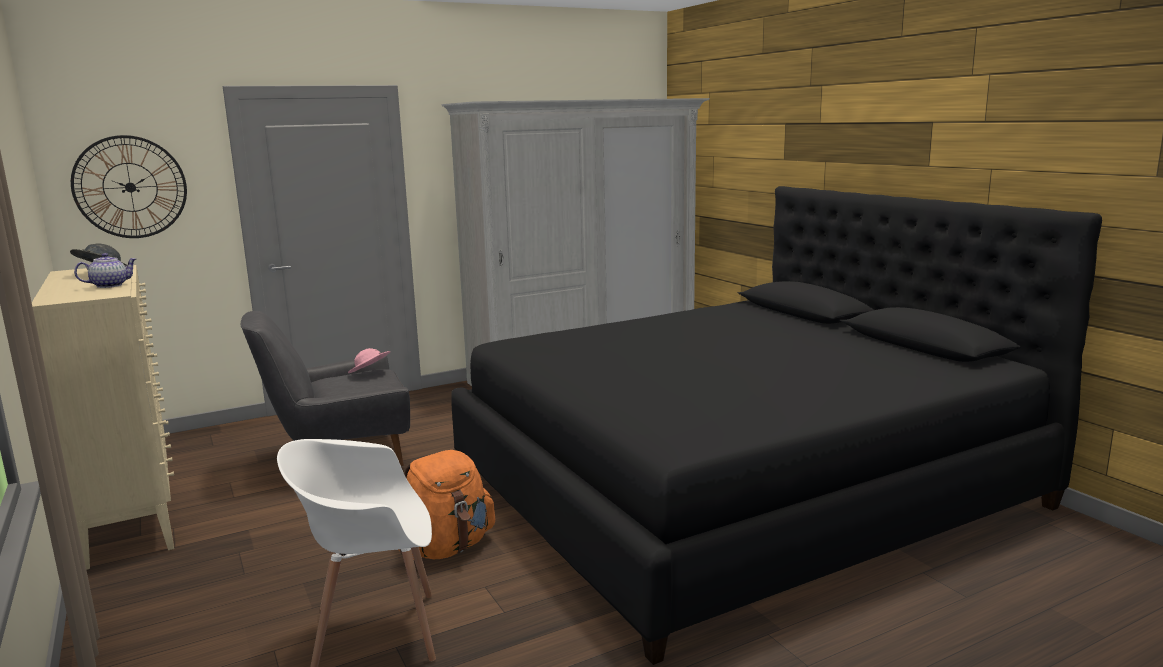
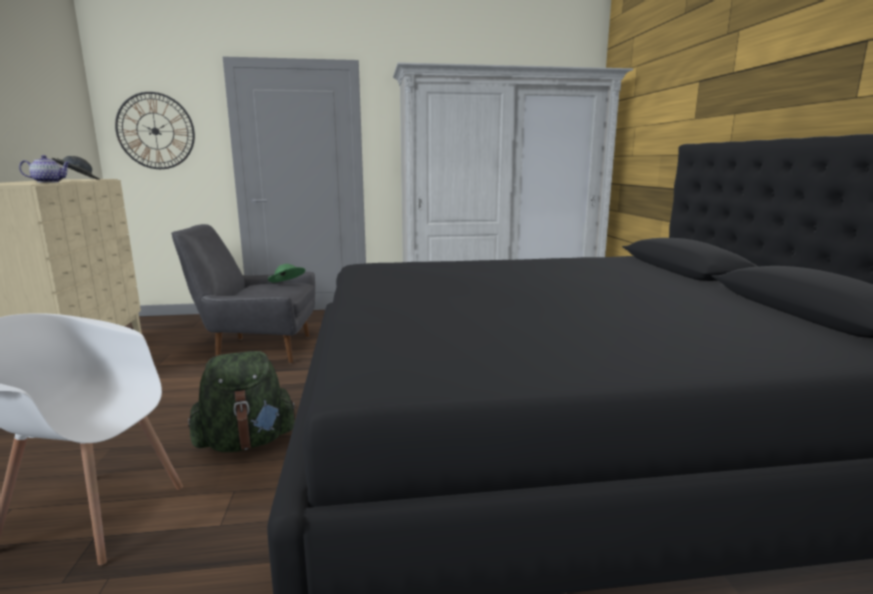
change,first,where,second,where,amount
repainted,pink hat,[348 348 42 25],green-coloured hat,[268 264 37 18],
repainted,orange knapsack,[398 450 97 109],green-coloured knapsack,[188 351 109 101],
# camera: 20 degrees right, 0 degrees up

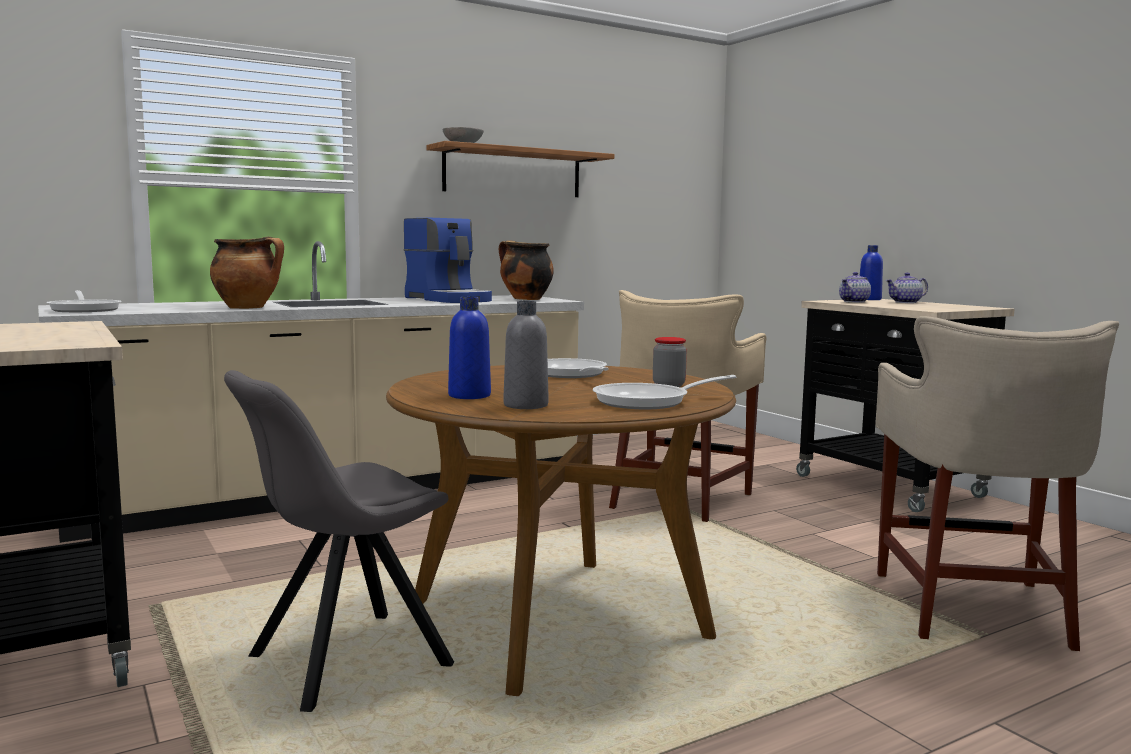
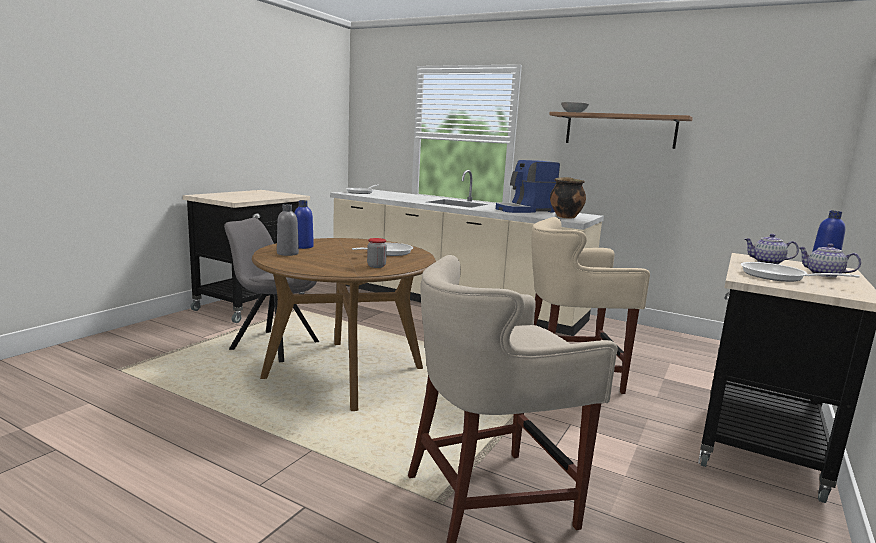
change,first,where,second,where,amount
gone,saucepot,[210 237 74 72],,,
shifted,skillet,[593 375 143 34],,[740 262 120 20],
rotated,coffee maker,[404 218 88 85],,[496 160 64 53],45 degrees clockwise
# camera: 60 degrees right, 5 degrees up

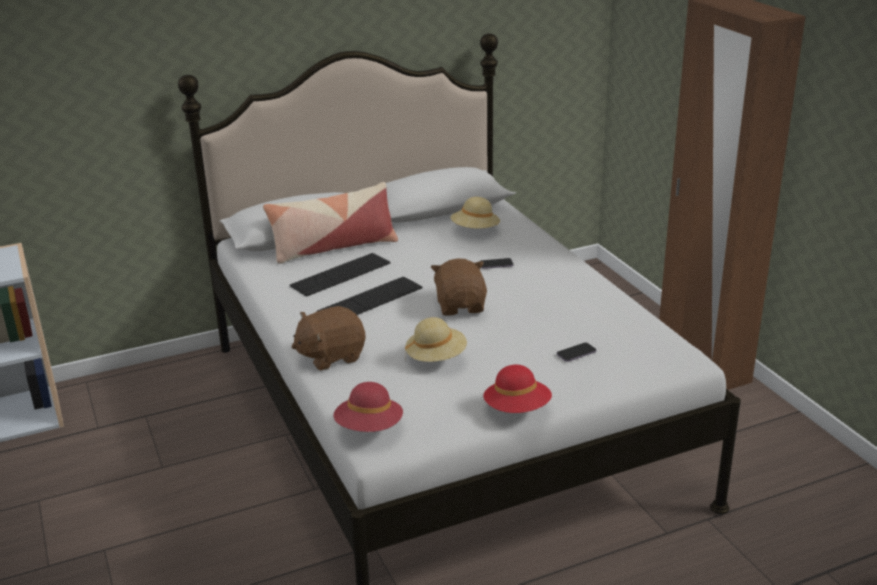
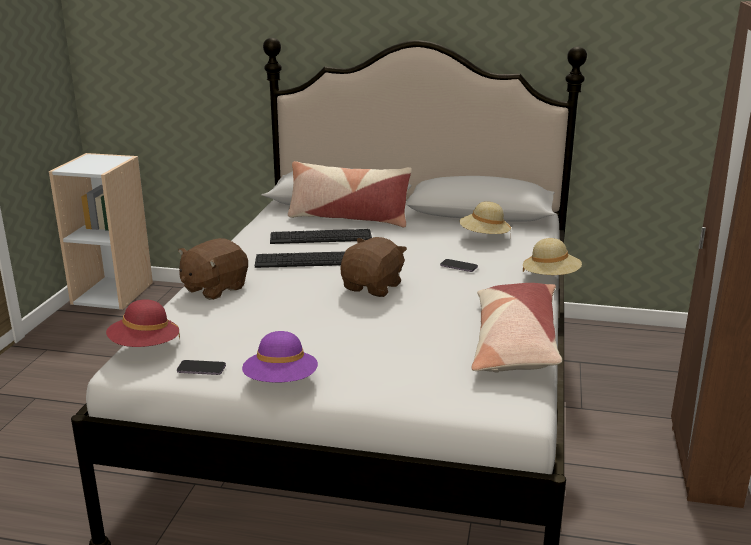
change,first,where,second,where,amount
new,,,pillow,[471 283 91 90],
shifted,beige-coloured hat,[405 317 62 45],,[523 238 59 37],
shifted,telephone,[557 342 39 20],,[177 360 49 15],
repainted,red hat,[483 365 69 48],purplish hat,[242 331 76 51],
rotated,brownish soft toy,[292 306 74 65],,[178 238 70 62],60 degrees counterclockwise
# camera: 35 degrees right, 5 degrees down

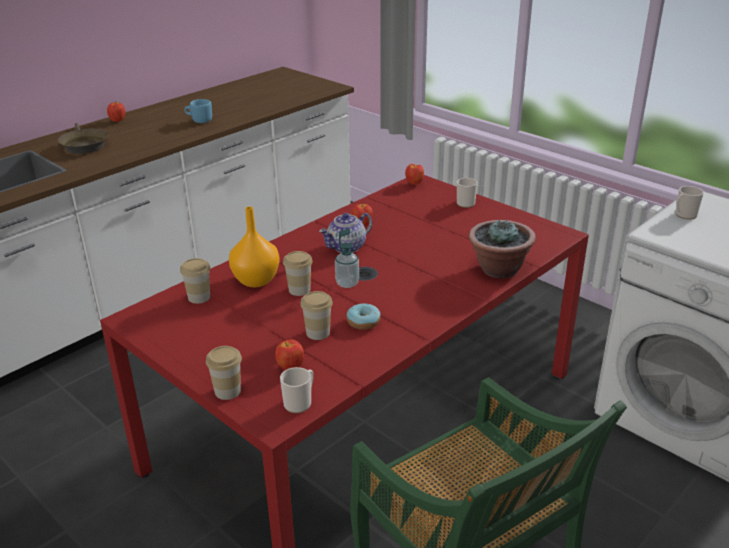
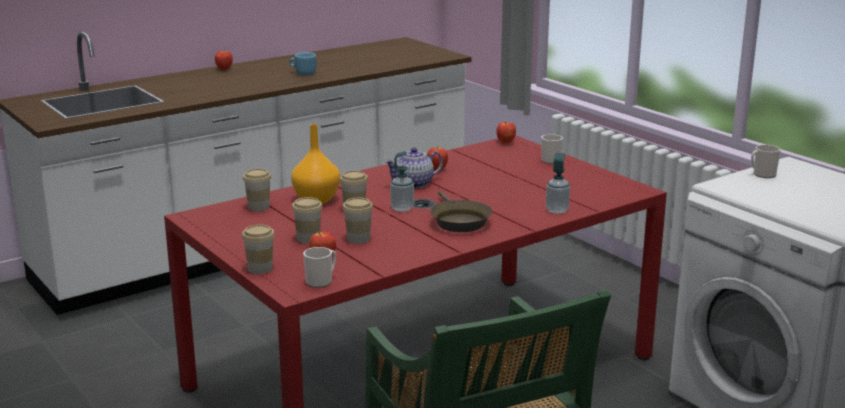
change,first,where,second,where,amount
gone,ring doughnut,[346 303 35 27],,,
new,,,cup,[292 197 30 47],
shifted,brownish skillet,[58 123 50 31],,[430 191 63 41],
swapped,plant in a pot,[469 219 67 60],soap dispenser,[546 153 24 61],
# camera: 10 degrees right, 10 degrees down

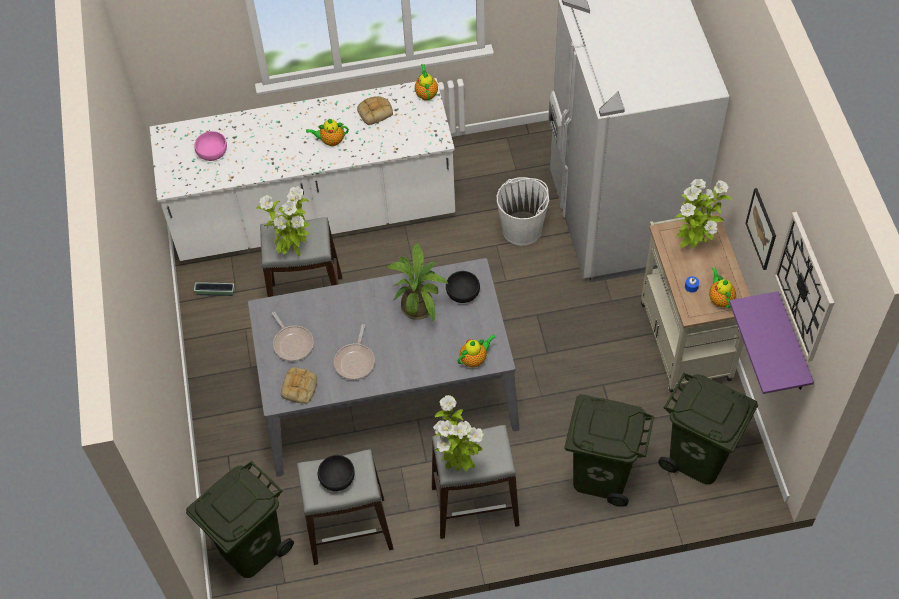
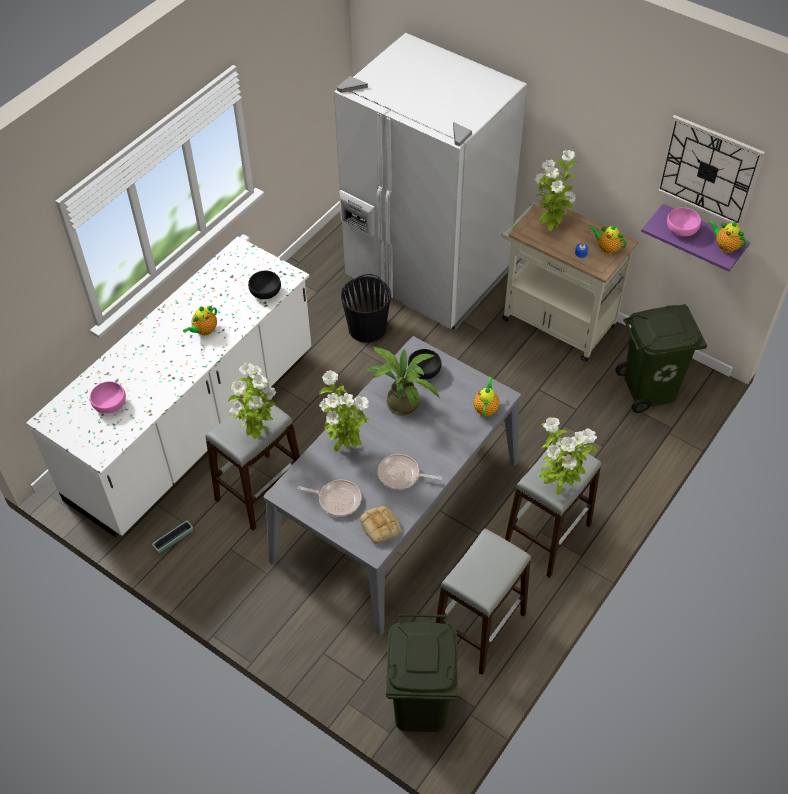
change,first,where,second,where,amount
gone,bread,[357 96 36 29],,,
gone,green-coloured trash can,[564 394 90 113],,,
gone,wall picture,[745 188 31 82],,,
new,,,plant in a pot,[319 370 50 82],
new,,,pink bowl,[667 207 34 29],
shifted,black bowl,[318 455 37 36],,[248 271 33 28],
shifted,pot for tea,[415 64 23 37],,[708 220 39 33],
repainted,whitish bucket,[497 177 52 69],black bucket,[341 274 50 69],
rotated,skillet,[334 324 41 56],,[377 454 65 36],135 degrees clockwise
# camera: 45 degrees left, 5 degrees down

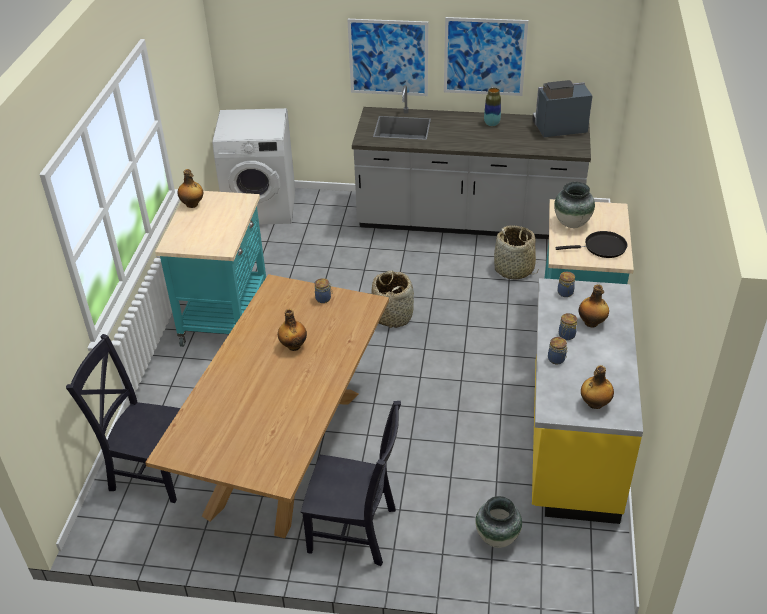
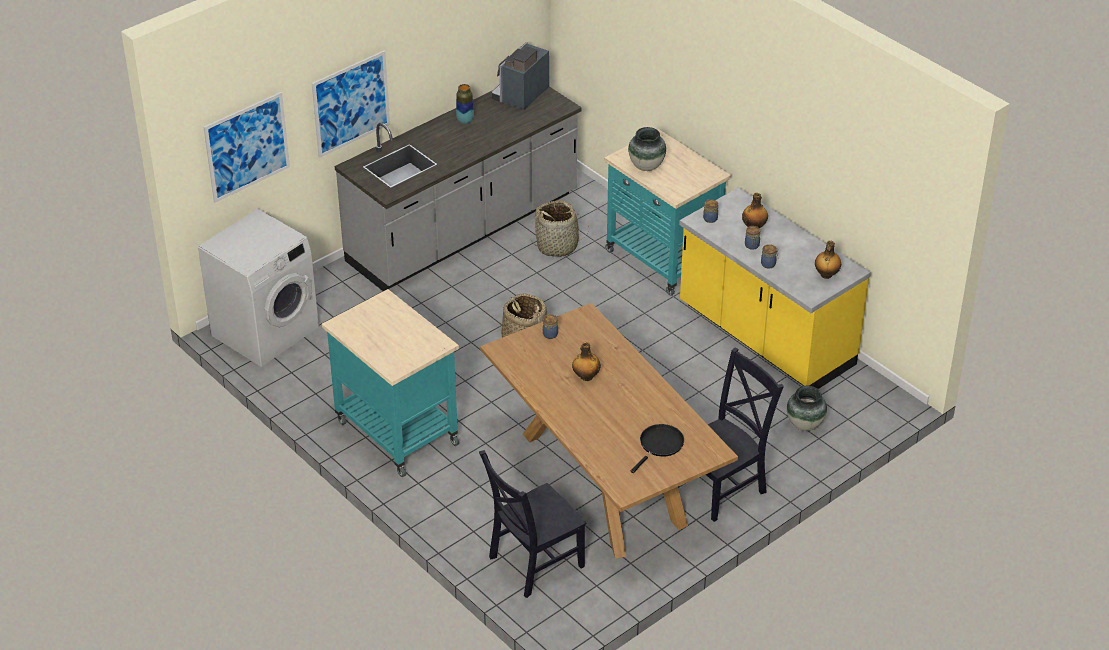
change,first,where,second,where,amount
gone,drink bottle,[178 169 25 39],,,
shifted,wall picture,[444 17 84 79],,[203 92 87 111],
shifted,black skillet,[555 231 72 27],,[630 424 54 49],
# camera: 50 degrees left, 0 degrees up

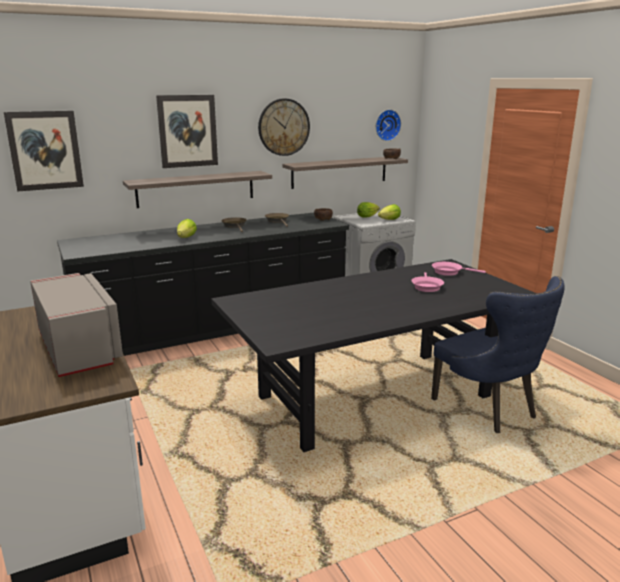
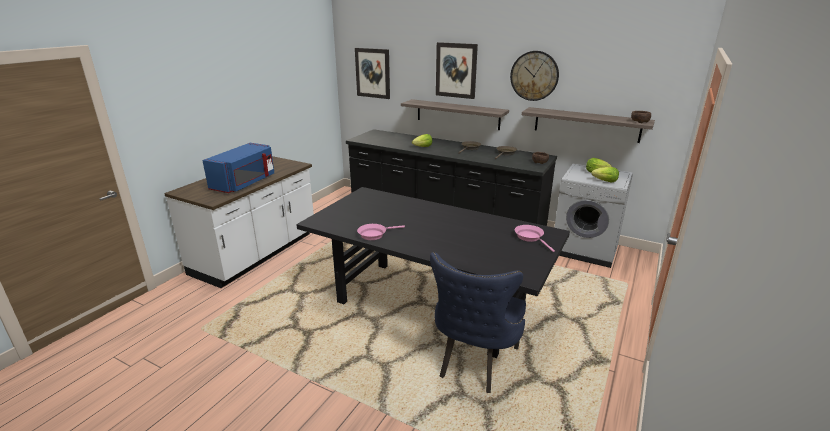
change,first,where,second,where,amount
gone,clock on the wall,[376 109 25 32],,,
shifted,pink skillet,[411 272 33 20],,[357 224 48 16],
repainted,gray microwave oven,[30 273 93 104],blue-coloured microwave oven,[202 143 72 50],
# camera: 55 degrees right, 5 degrees up

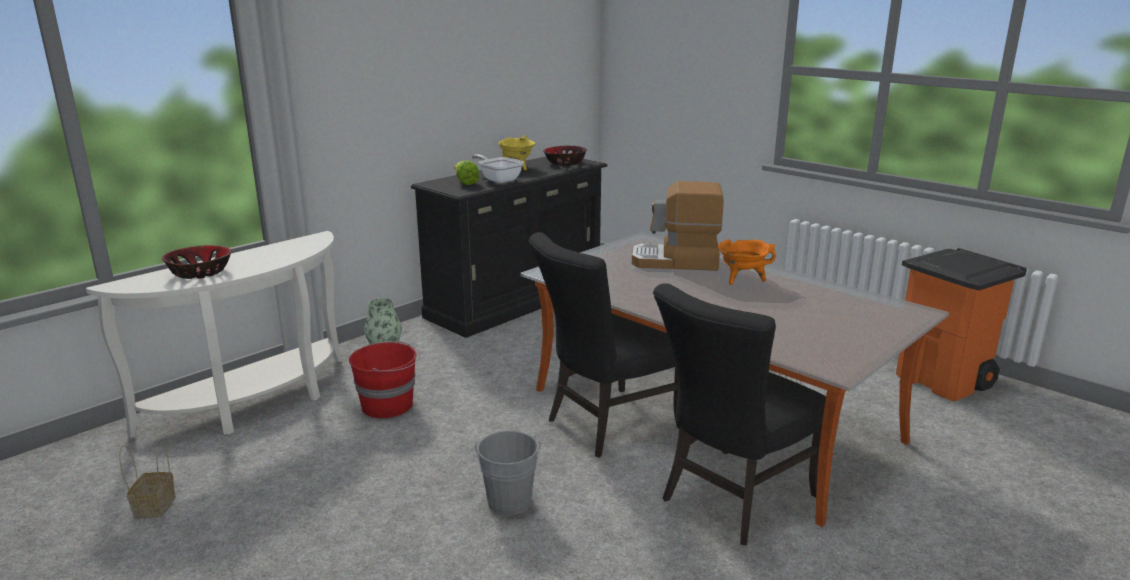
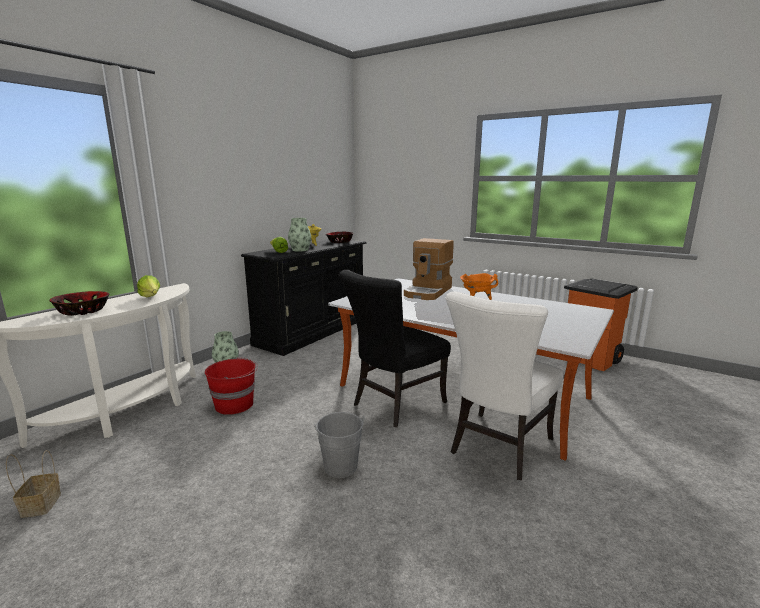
change,first,where,second,where,amount
new,,,head of lettuce,[137 275 23 22],
swapped,skillet,[472 154 52 29],flower vase,[288 218 23 34],
repainted,black chair,[653 283 173 262],whitish chair,[445 291 118 189],
rotated,coffee maker,[632 181 92 90],,[404 238 50 62],60 degrees counterclockwise
# camera: 10 degrees left, 5 degrees down

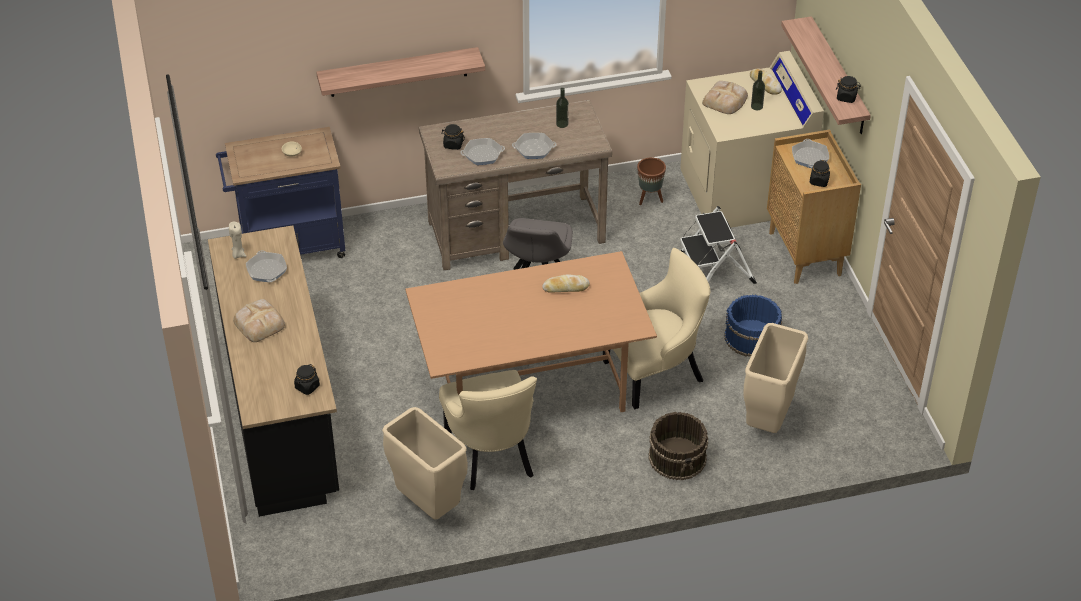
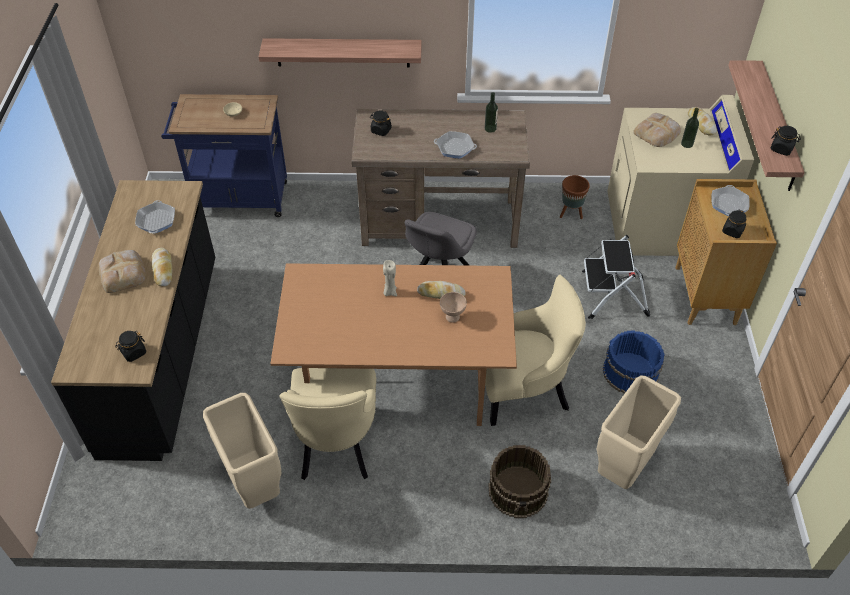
change,first,where,second,where,amount
gone,skillet,[460 138 45 27],,,
new,,,bread,[152 248 20 38],
new,,,beige-coloured bowl,[440 292 27 31],
shifted,beige-coloured candle,[229 222 17 37],,[383 260 14 36],
# camera: 15 degrees right, 5 degrees up

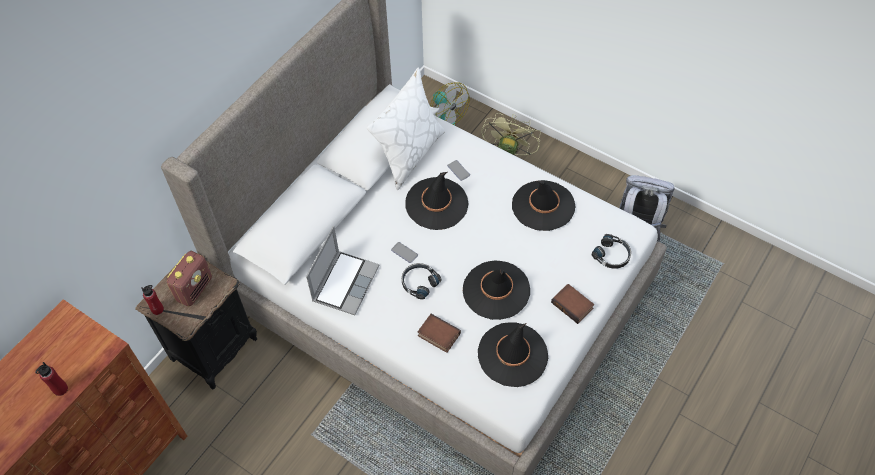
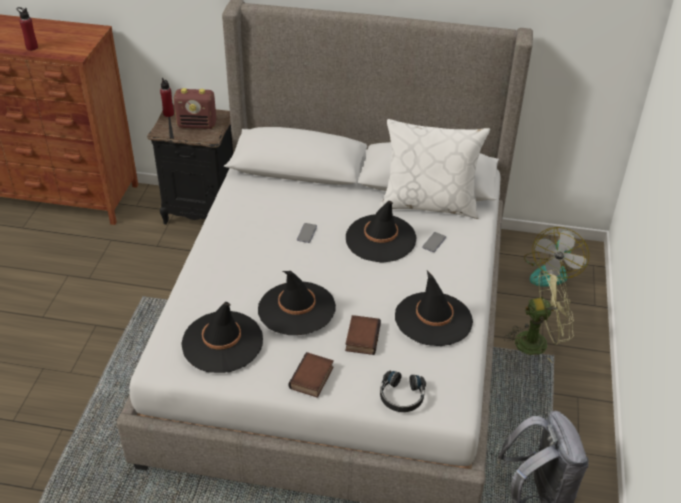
change,first,where,second,where,amount
gone,portable computer,[306 226 73 89],,,
gone,black pair of headphones,[402 263 39 37],,,
shifted,volume,[418 314 43 39],,[345 315 36 40],
# camera: 65 degrees right, 15 degrees down

